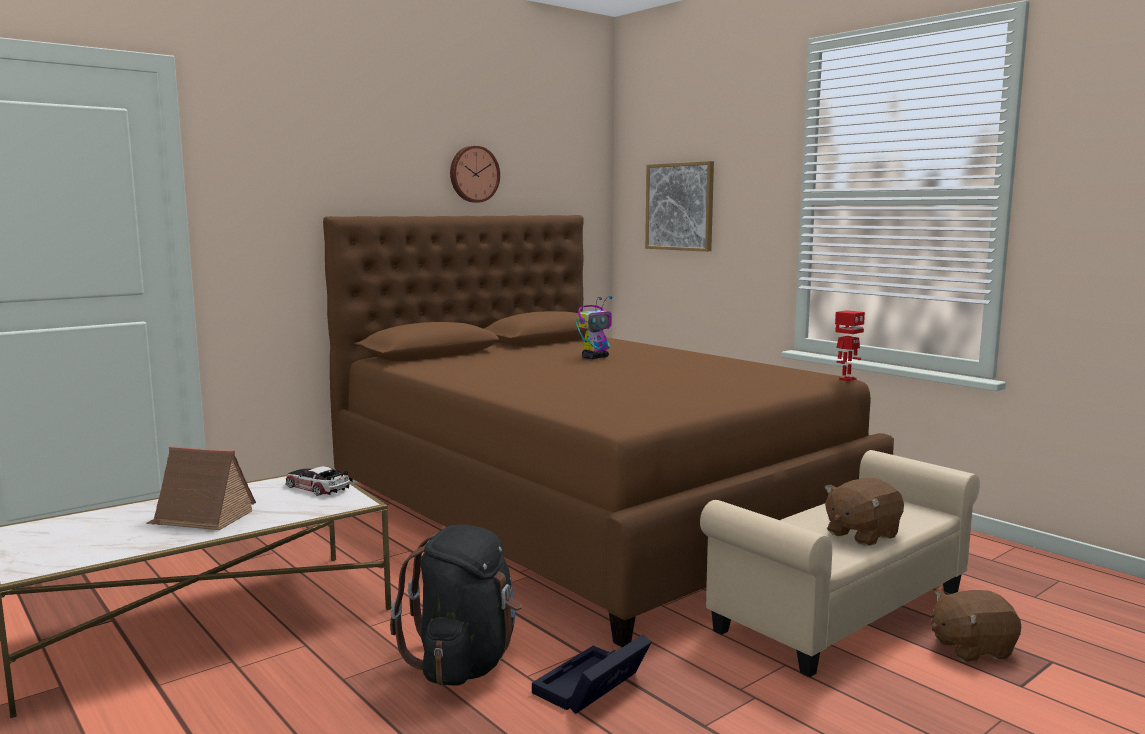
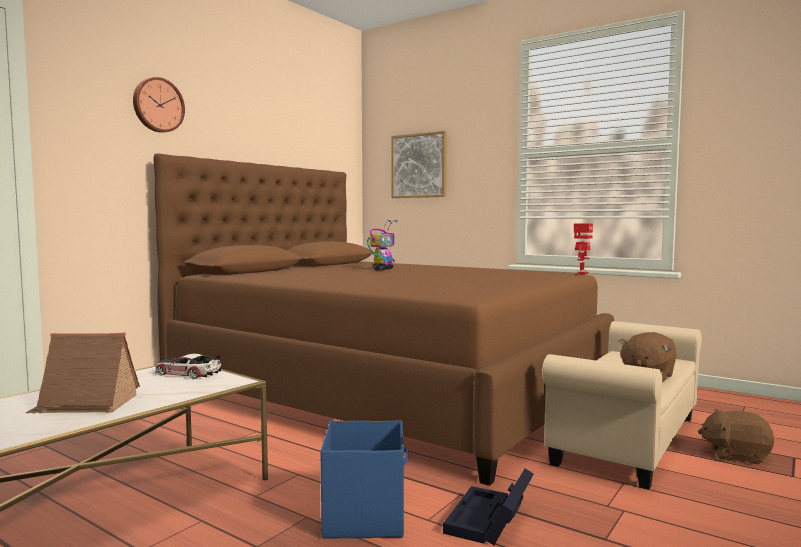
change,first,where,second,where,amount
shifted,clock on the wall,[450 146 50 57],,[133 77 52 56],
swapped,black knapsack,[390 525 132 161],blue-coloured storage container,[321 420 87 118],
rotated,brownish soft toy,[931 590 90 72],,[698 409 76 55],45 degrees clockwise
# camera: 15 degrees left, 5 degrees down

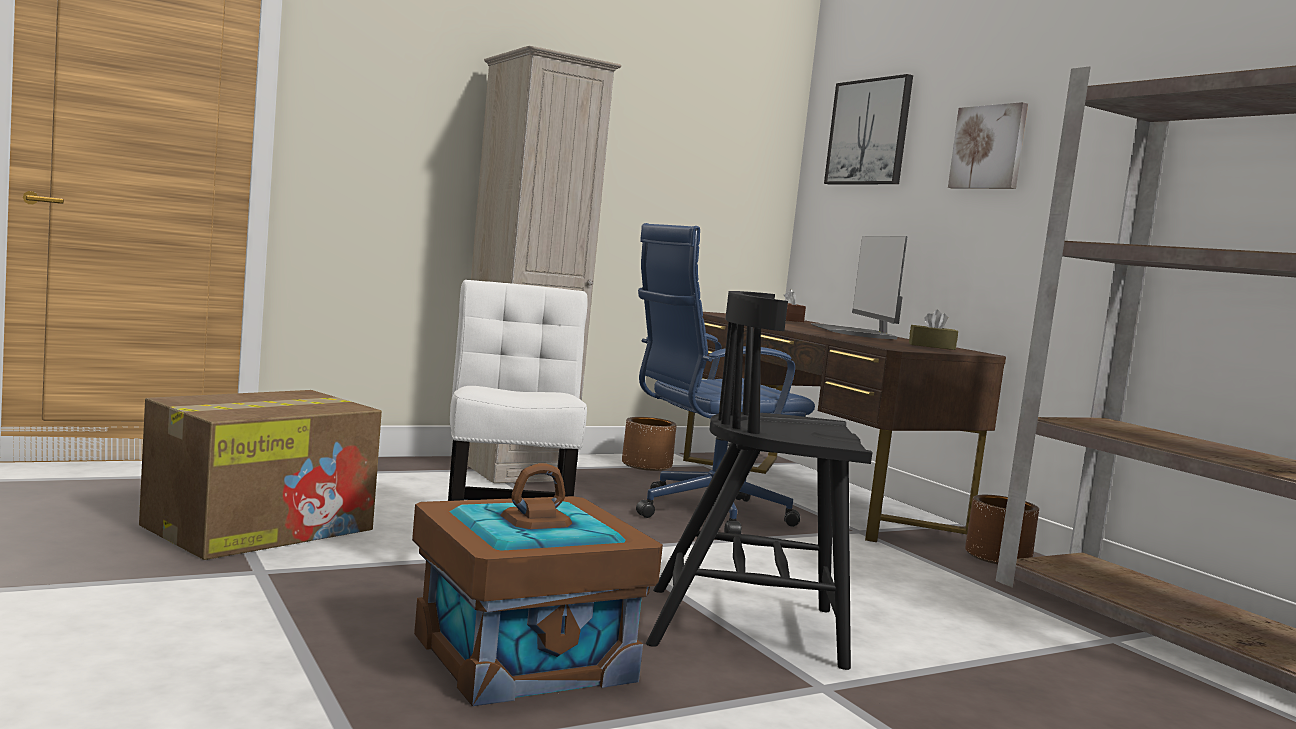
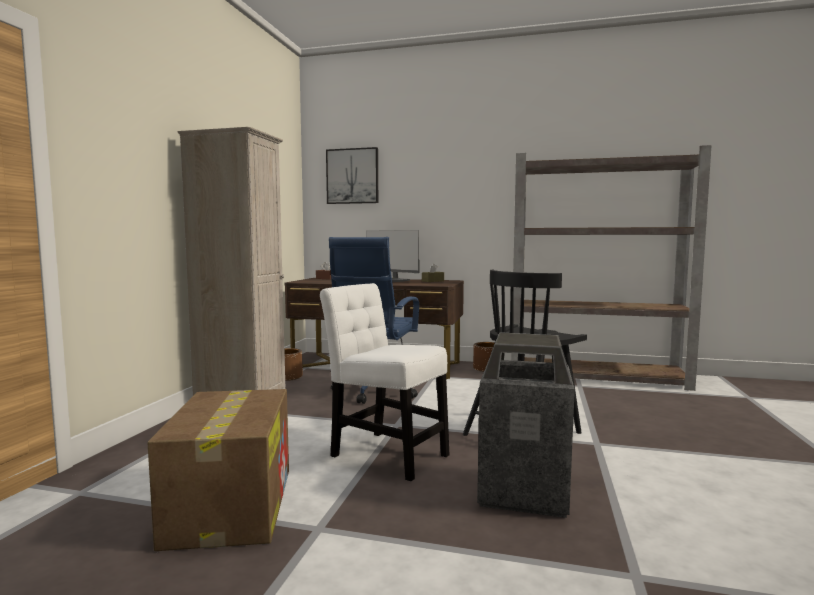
change,first,where,second,where,amount
gone,wall picture,[948 102 80 87],,,
swapped,brownish storage container,[412 463 251 243],trash can,[477 332 98 186],
# camera: 45 degrees left, 0 degrees up

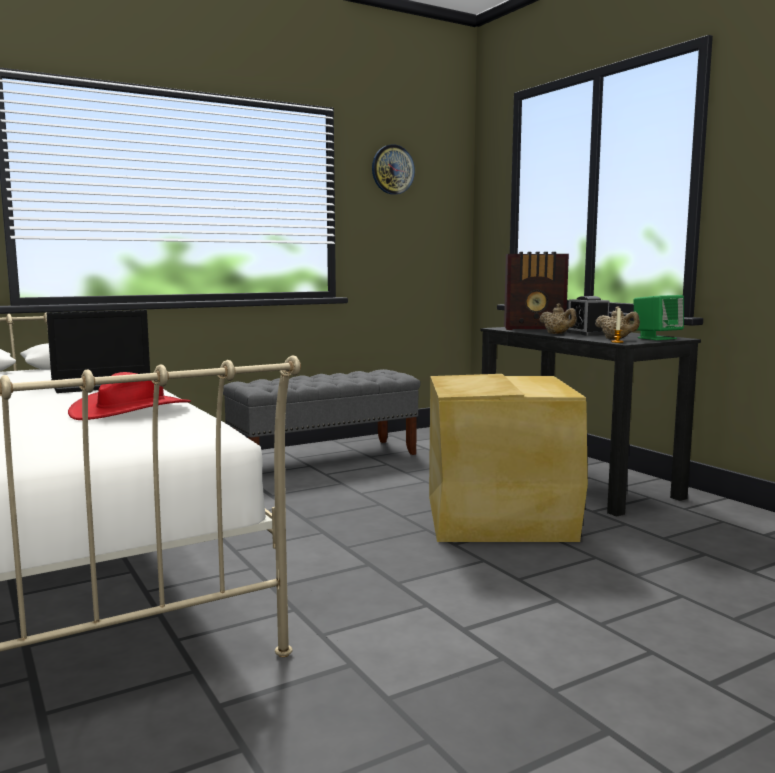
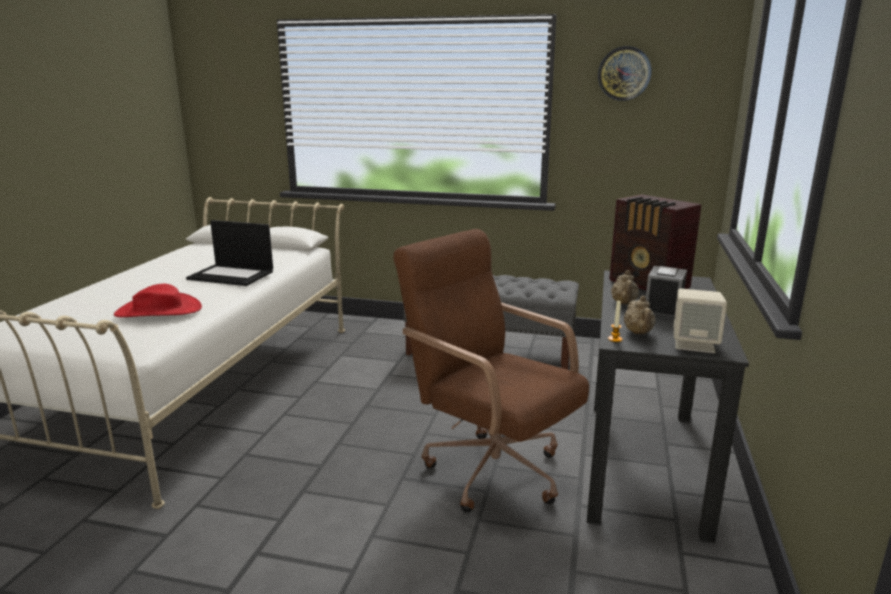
change,first,where,second,where,amount
swapped,beige-coloured storage container,[429 374 159 168],brownish computer chair,[394 229 195 284],
repainted,green-coloured loudspeaker,[634 295 50 45],beige-coloured loudspeaker,[674 289 53 64],
# camera: 45 degrees right, 10 degrees up

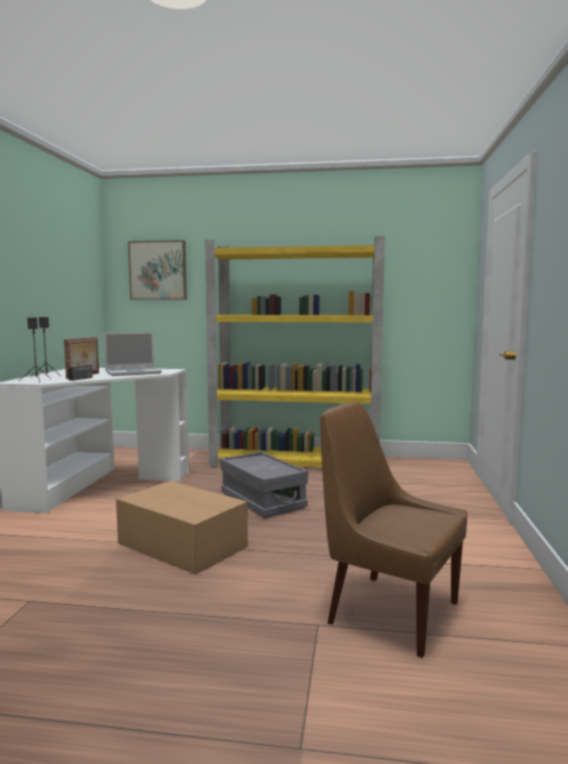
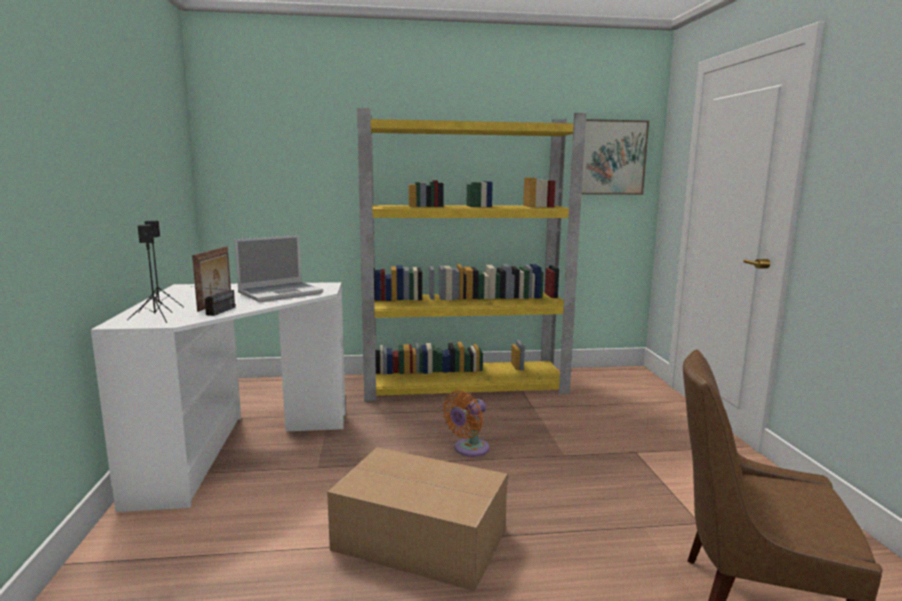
change,first,where,second,where,amount
shifted,wall picture,[128 240 59 60],,[582 119 67 76],
swapped,gray storage container,[220 451 88 67],orange cooling fan,[442 391 48 66],
# camera: 15 degrees left, 5 degrees up

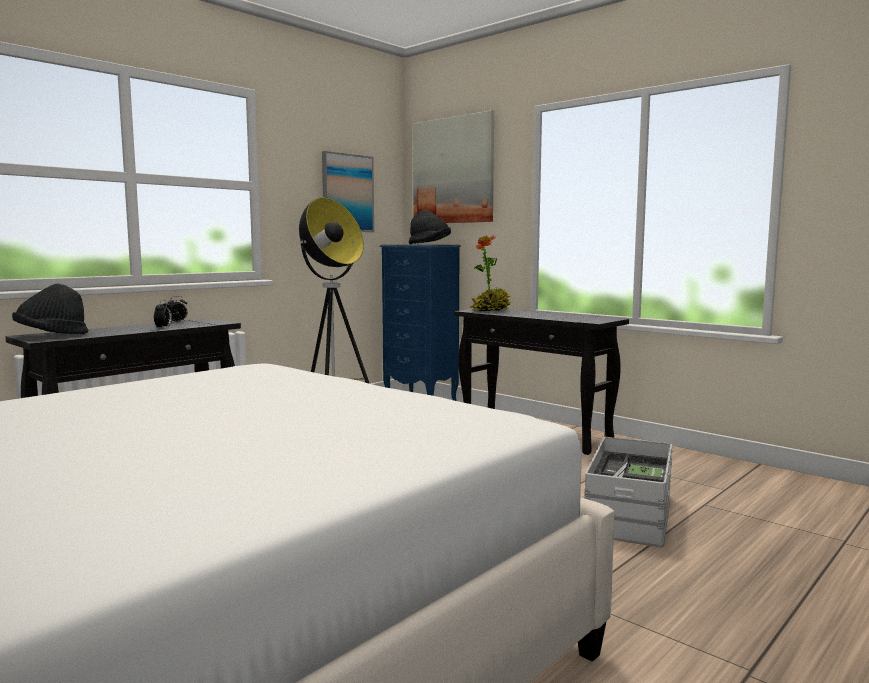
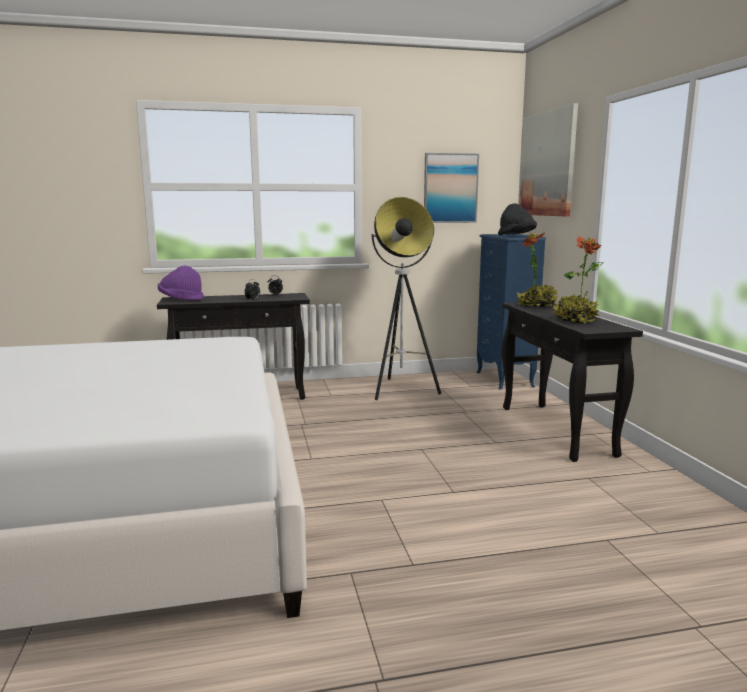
change,first,where,second,where,amount
gone,gray storage container,[584 437 90 110],,,
new,,,plant in a pot,[553 236 51 87],
repainted,black hat,[12 284 76 50],purplish hat,[158 265 46 36],
# camera: 35 degrees right, 5 degrees up

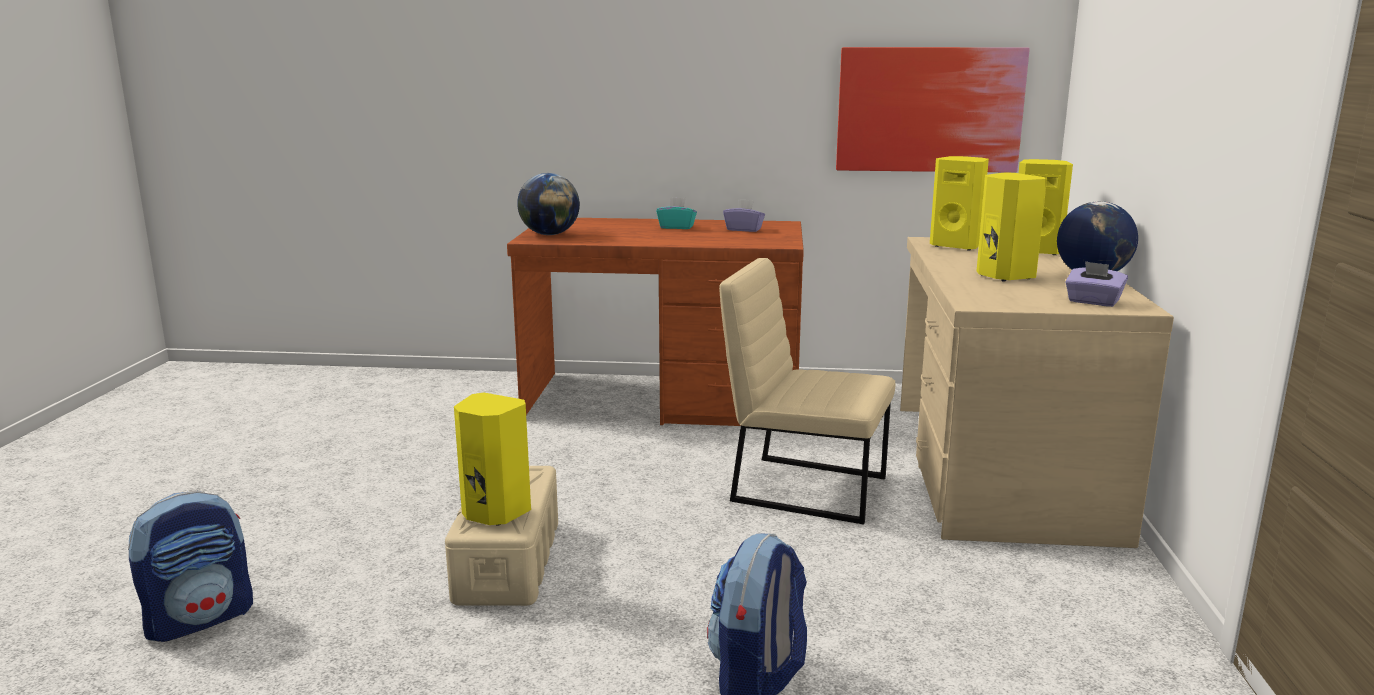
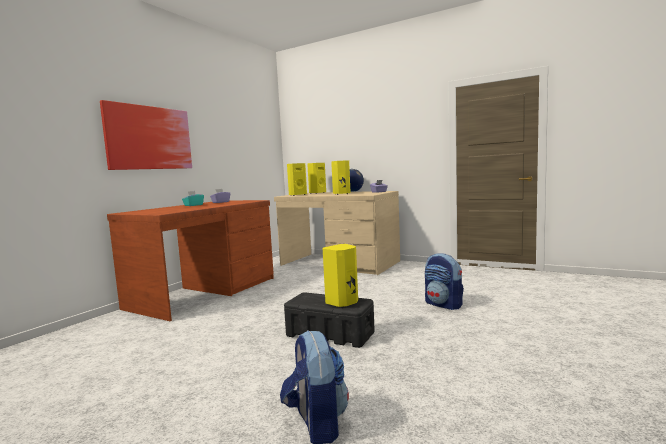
change,first,where,second,where,amount
gone,globe,[517 173 63 62],,,
gone,beige-coloured chair,[719 258 176 267],,,
shifted,wall picture,[836 47 194 126],,[100 100 92 70],
repainted,beige-coloured storage container,[445 466 113 140],black storage container,[284 292 91 56],
# camera: 65 degrees left, 10 degrees down

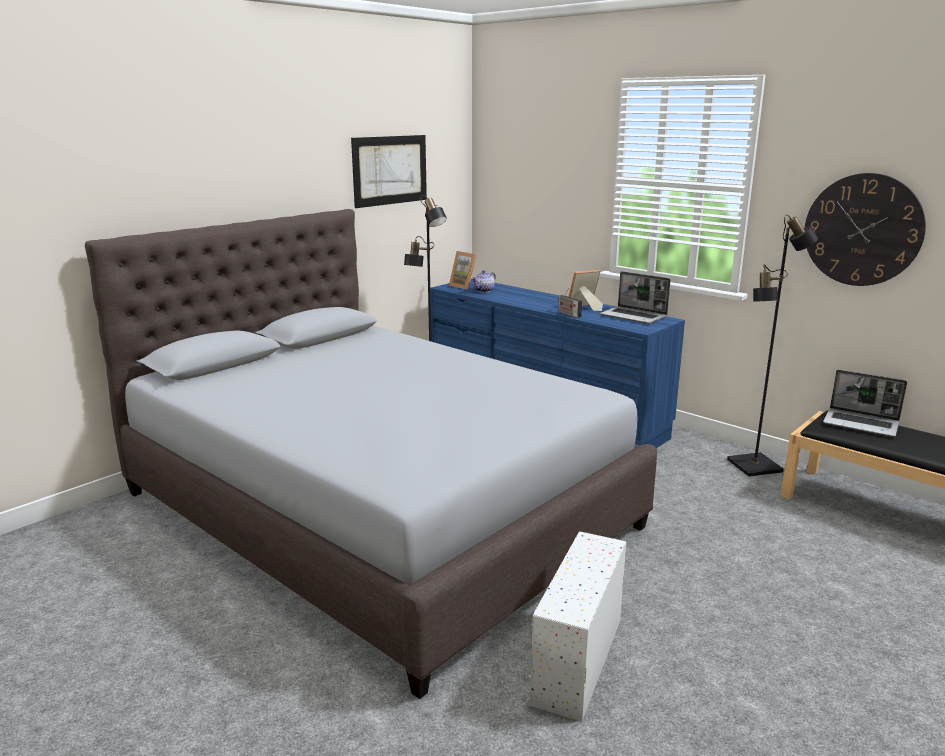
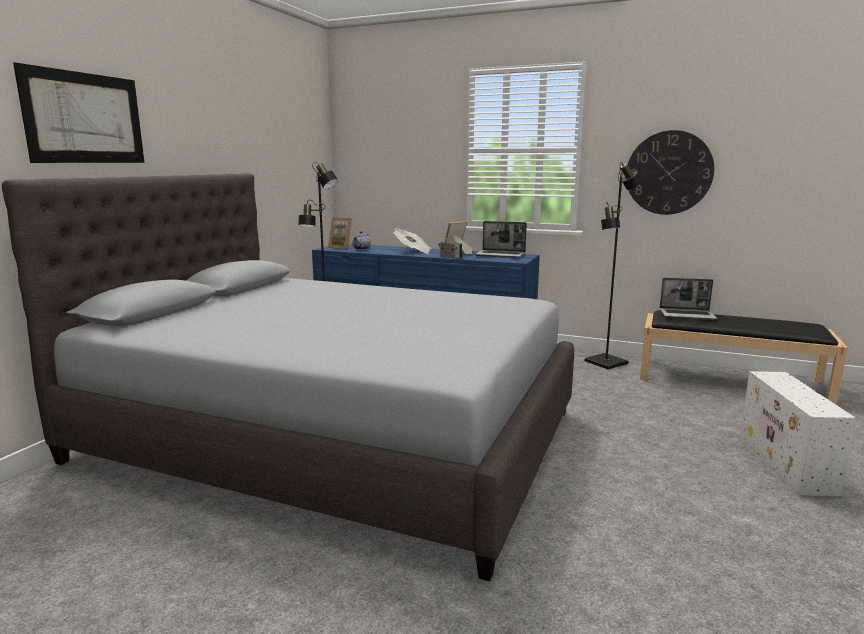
change,first,where,second,where,amount
new,,,newspaper,[394 228 37 26],
shifted,wall picture,[351 135 76 73],,[13 62 132 101],
shifted,whitish storage container,[530 532 96 190],,[740 371 117 126],
# camera: 20 degrees left, 5 degrees down

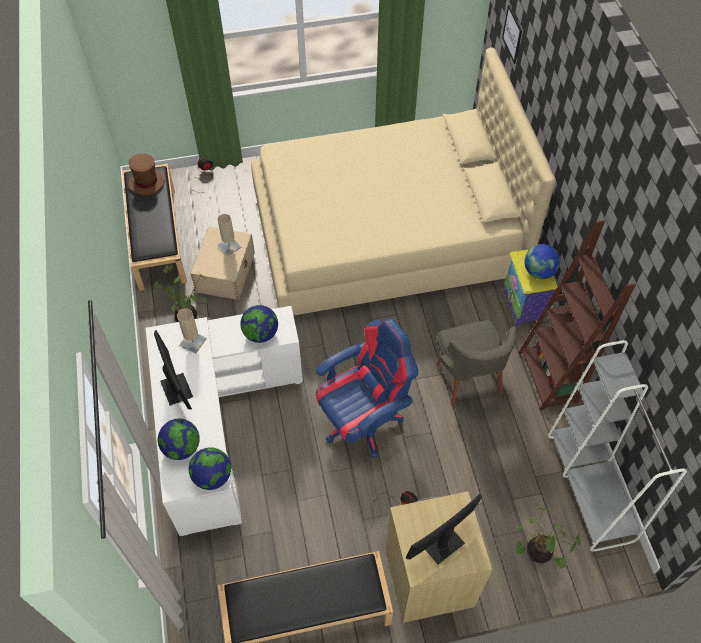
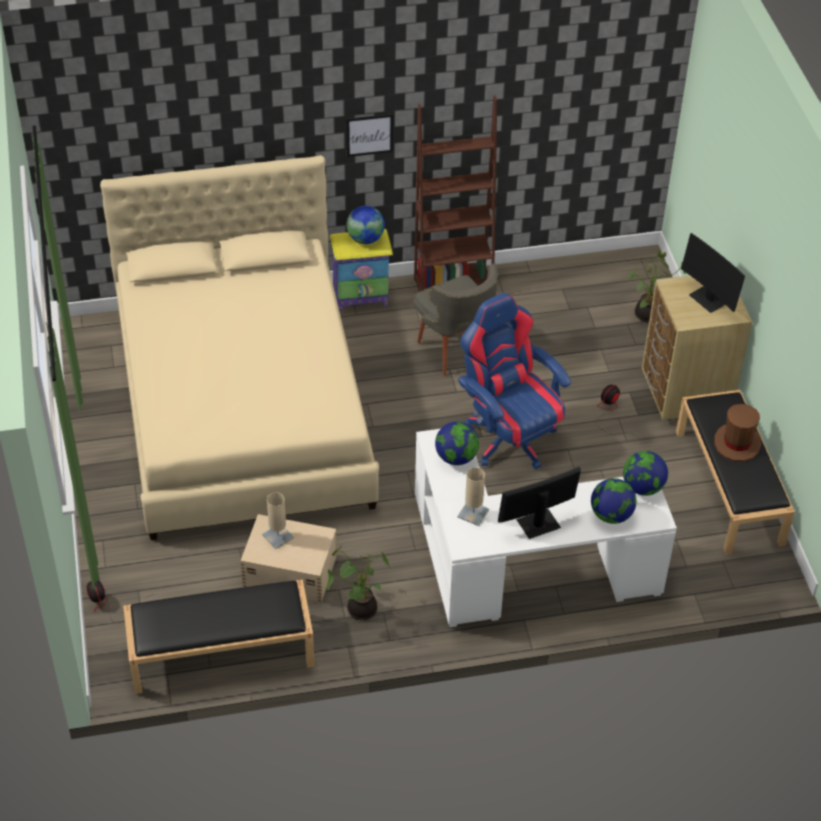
change,first,where,second,where,amount
gone,gray garment rack,[548 340 139 211],,,
shifted,brownish hat,[128 153 37 43],,[714 404 47 58],
shifted,wall picture,[502 5 20 59],,[346 114 47 43],
rotated,gray chair,[436 320 81 86],,[413 264 85 112],75 degrees clockwise
# camera: 90 degrees left, 10 degrees down

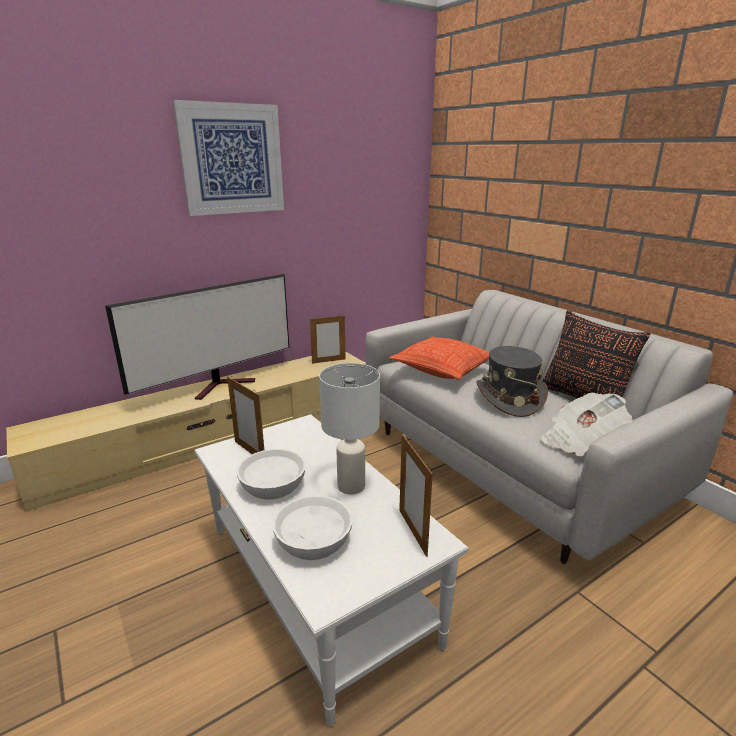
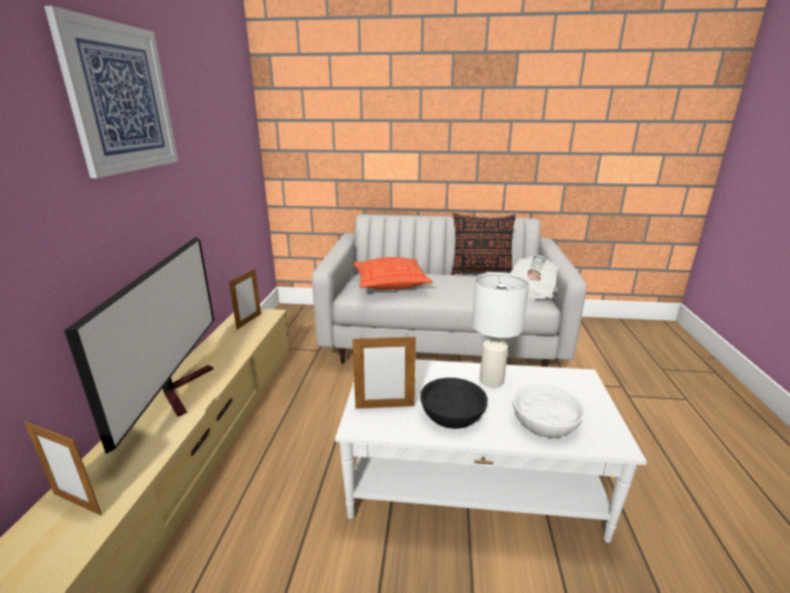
change,first,where,second,where,amount
gone,gray hat,[476 346 72 71],,,
shifted,photo frame,[399 434 34 123],,[24 421 78 94],
repainted,whitish bowl,[237 449 69 51],black bowl,[420 378 68 51],
# camera: 50 degrees left, 0 degrees up

